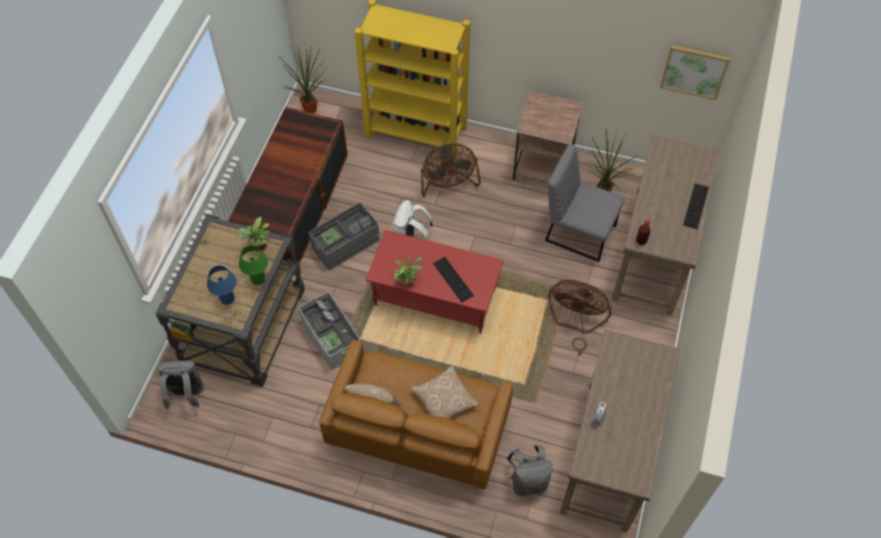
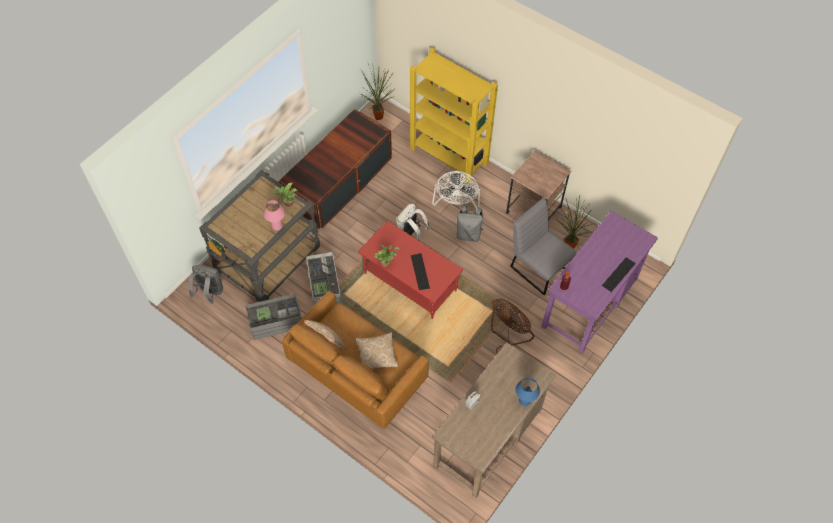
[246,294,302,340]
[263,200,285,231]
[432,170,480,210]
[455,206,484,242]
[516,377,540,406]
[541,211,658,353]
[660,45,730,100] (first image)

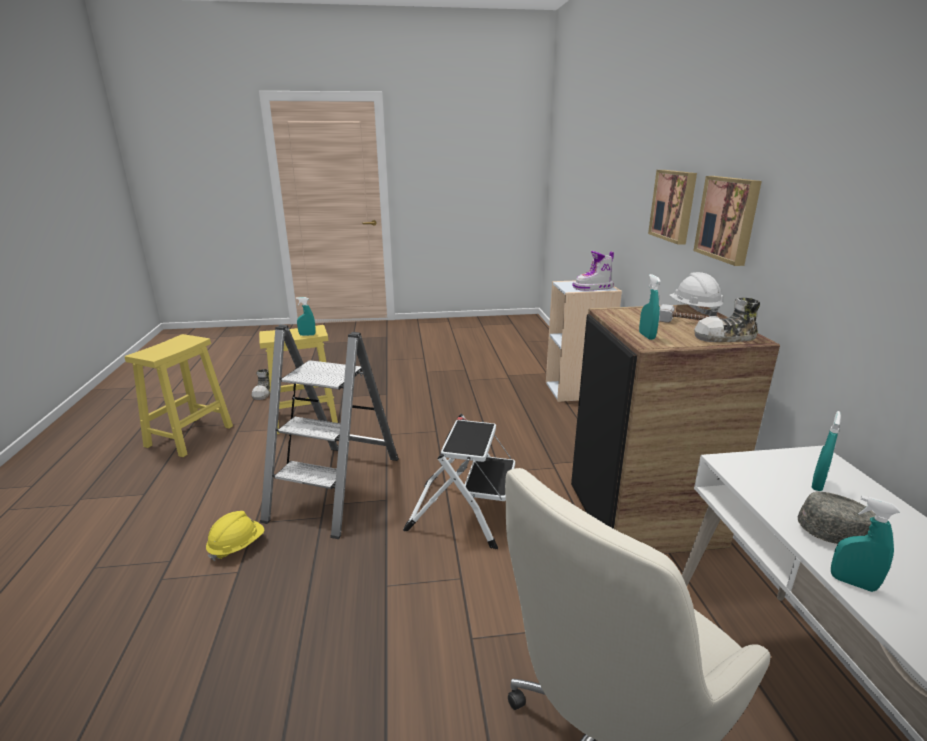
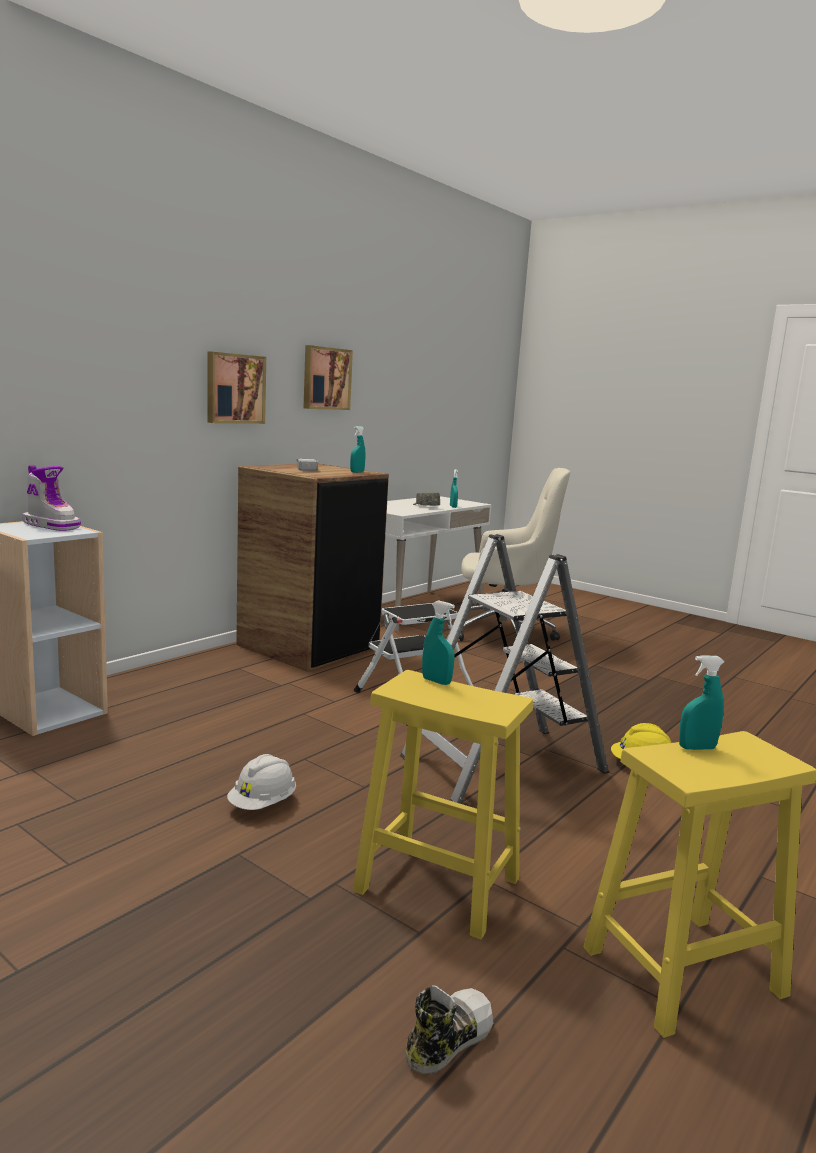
[227,754,296,810]
[304,345,353,410]
[679,655,725,750]
[694,298,760,342] (first image)

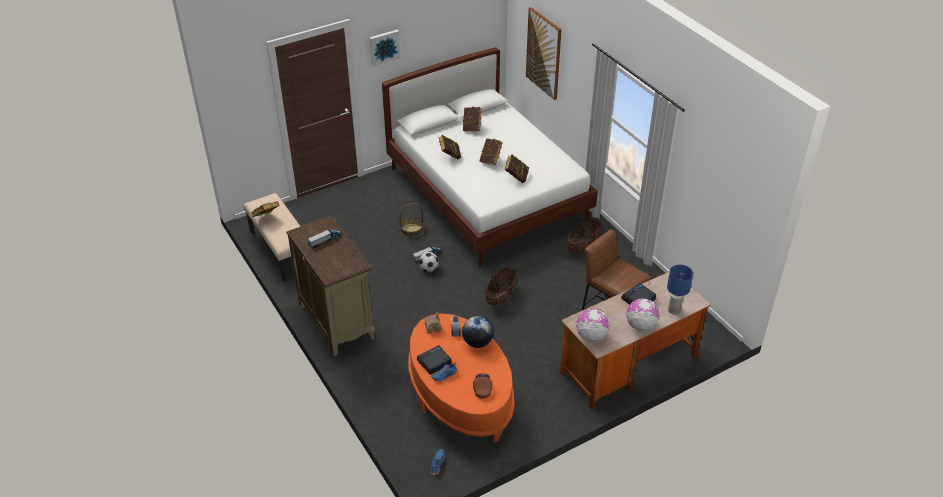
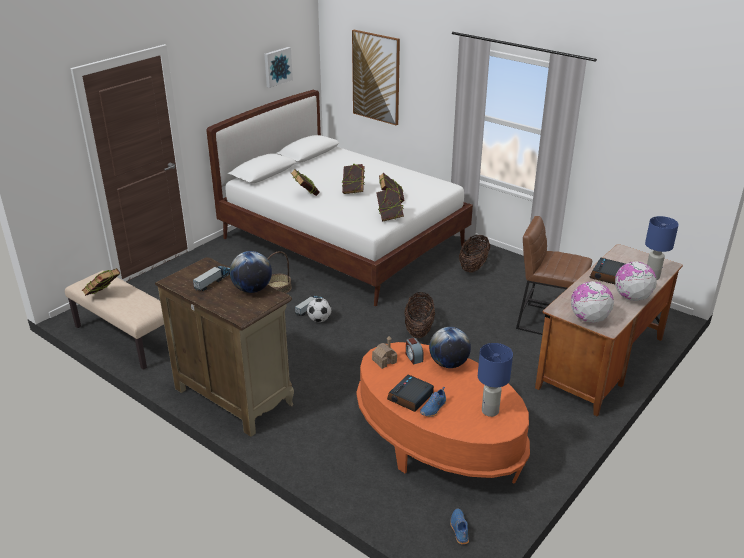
[230,251,272,293]
[264,47,293,88]
[376,187,404,221]
[478,343,513,417]

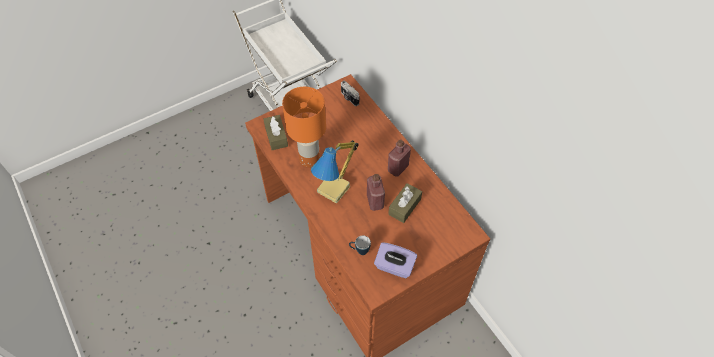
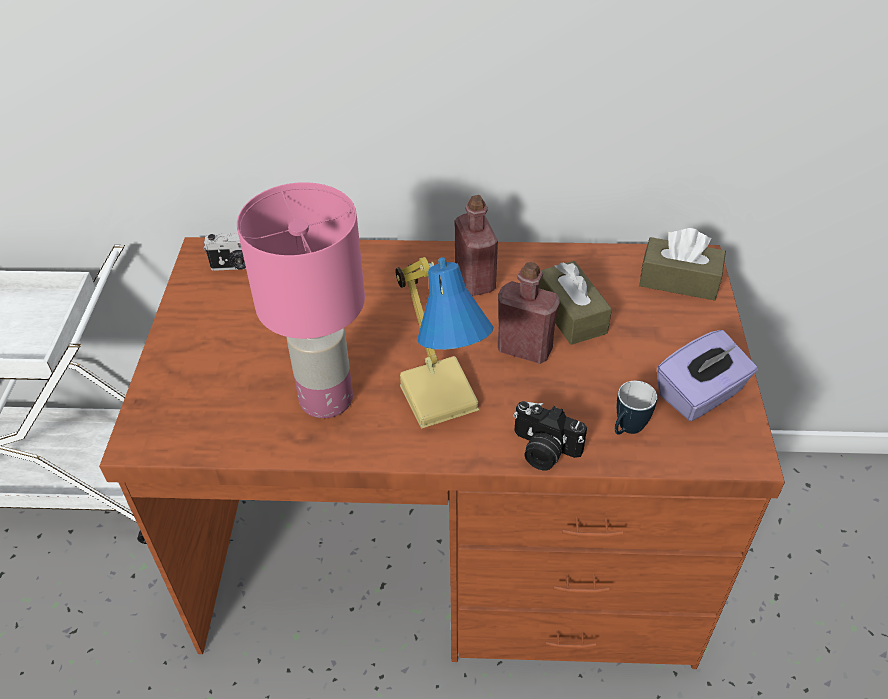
[237,182,365,418]
[513,401,587,470]
[639,228,726,301]

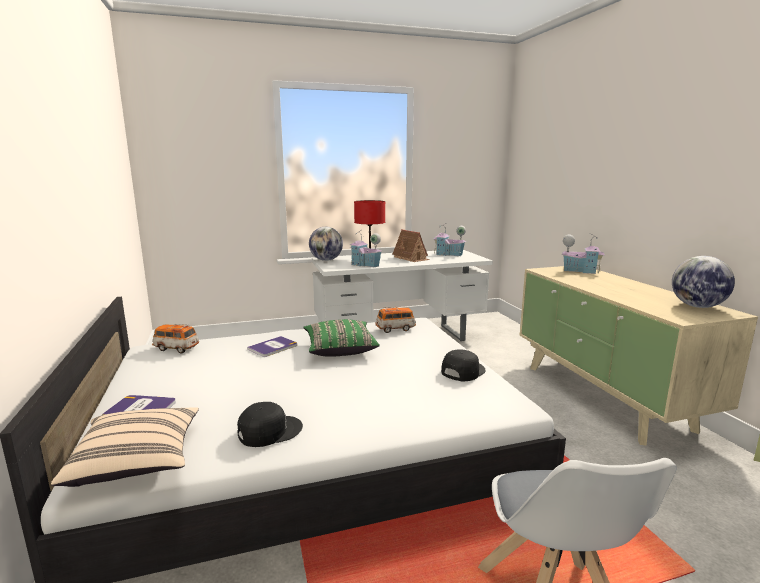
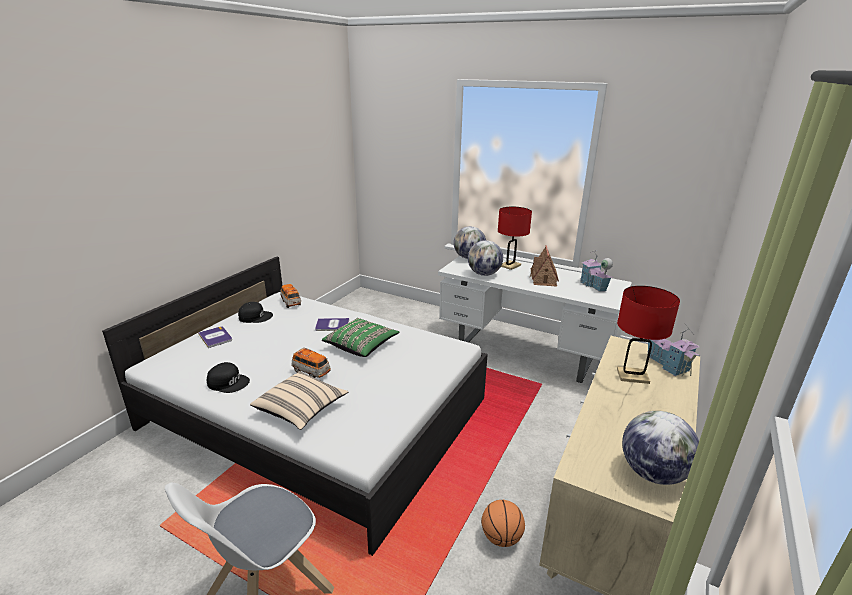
[238,302,273,323]
[250,371,348,430]
[291,348,331,378]
[468,240,503,276]
[481,500,525,547]
[617,286,680,384]

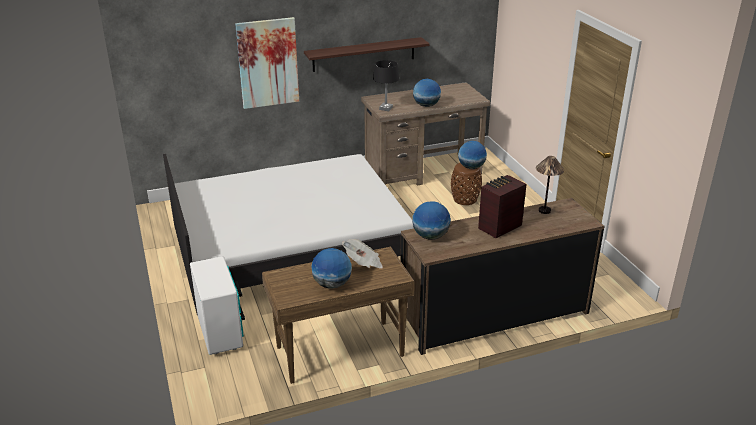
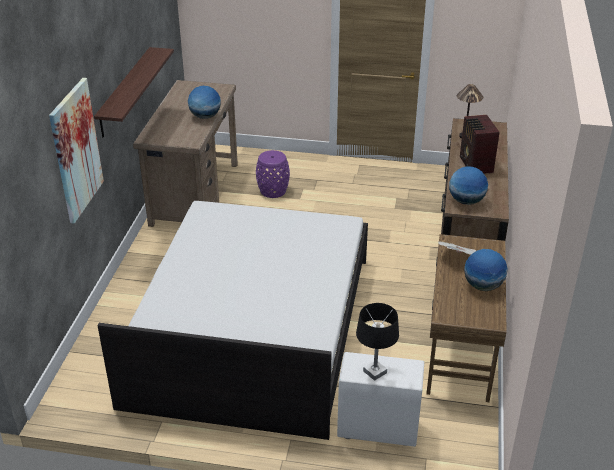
[256,150,290,198]
[356,303,399,381]
[458,141,487,169] (first image)

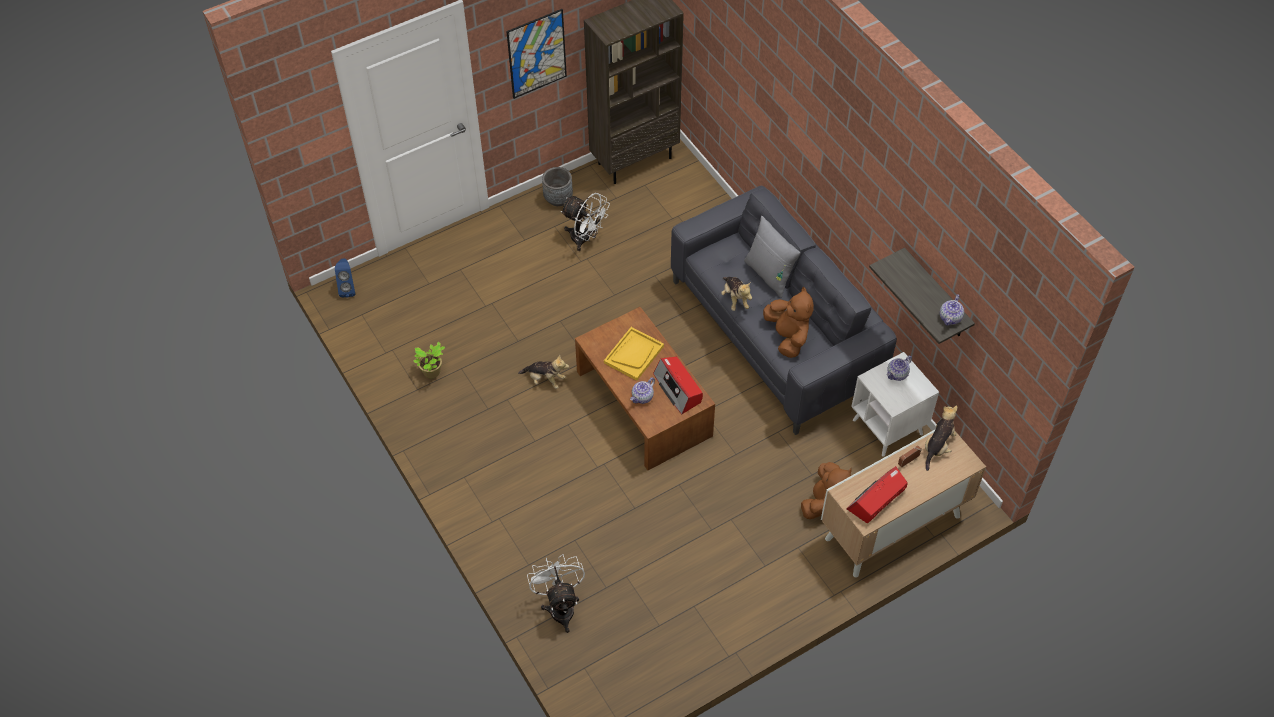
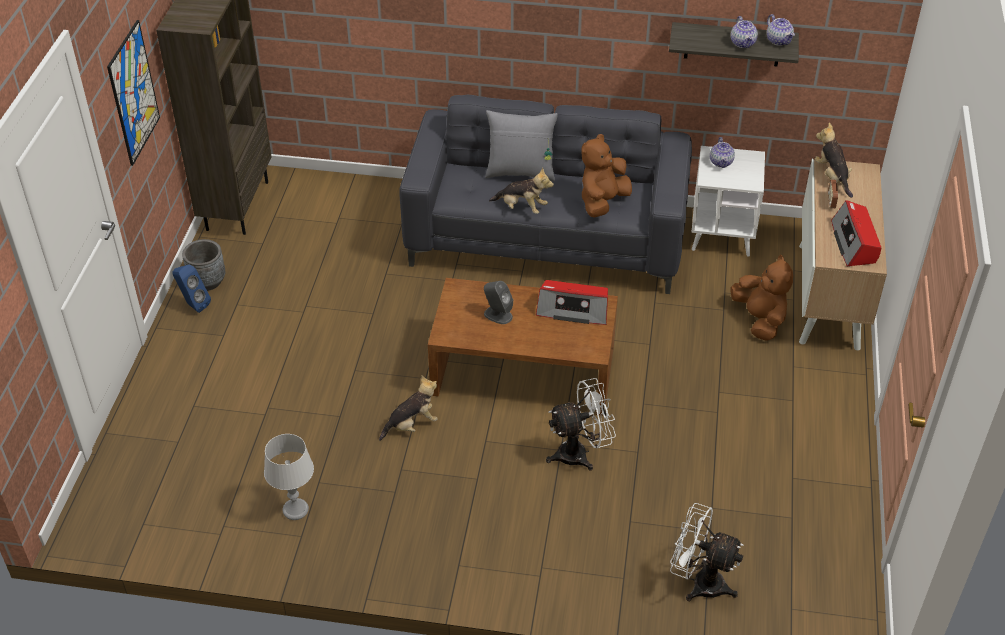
[172,265,211,313]
[264,434,314,520]
[484,281,513,324]
[546,378,616,471]
[581,134,632,218]
[731,16,758,48]

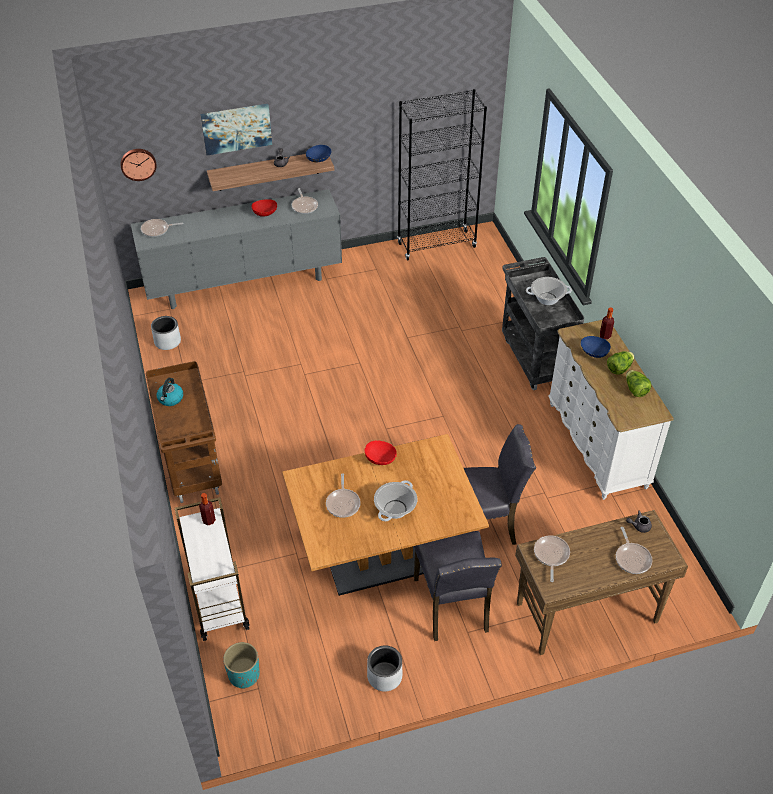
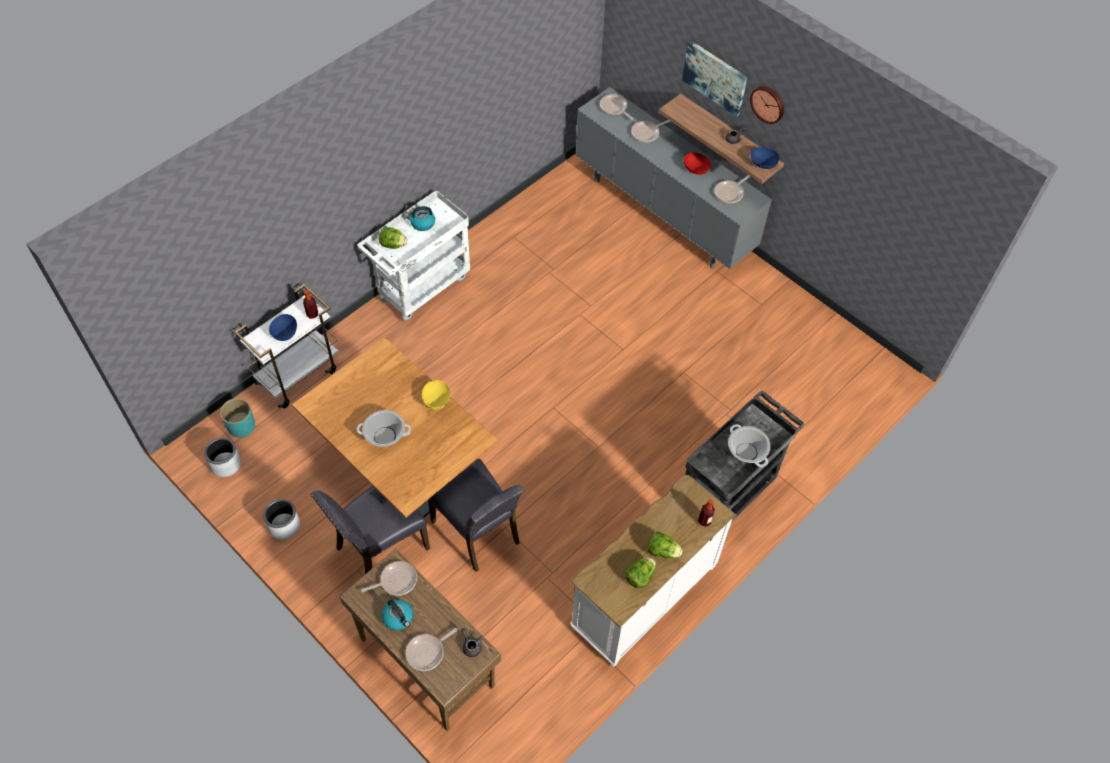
[204,437,241,477]
[269,314,297,341]
[357,191,470,321]
[379,227,407,249]
[382,599,413,630]
[422,380,451,410]
[631,120,670,142]
[750,86,784,124]
[397,89,487,260] (first image)

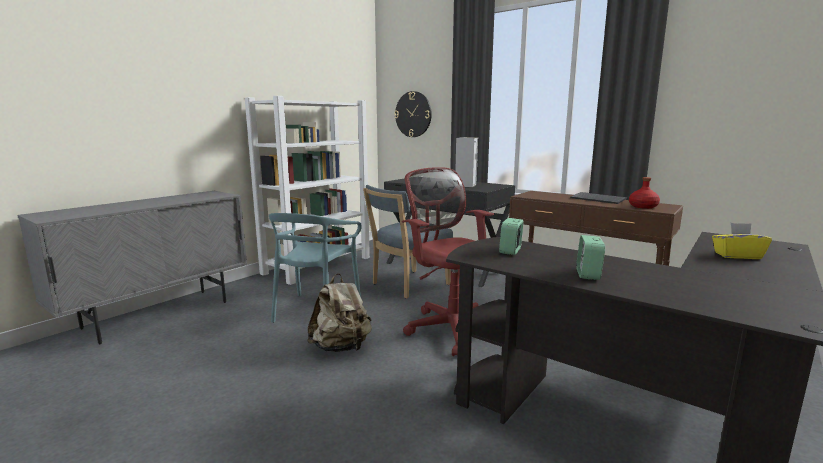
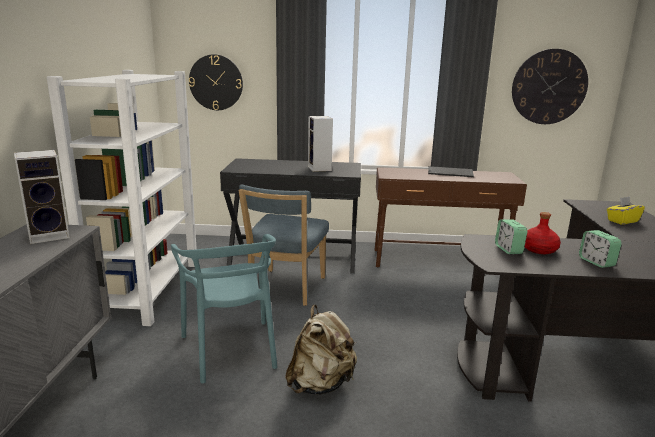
[14,150,70,244]
[512,49,588,124]
[525,212,561,254]
[402,167,494,356] (first image)

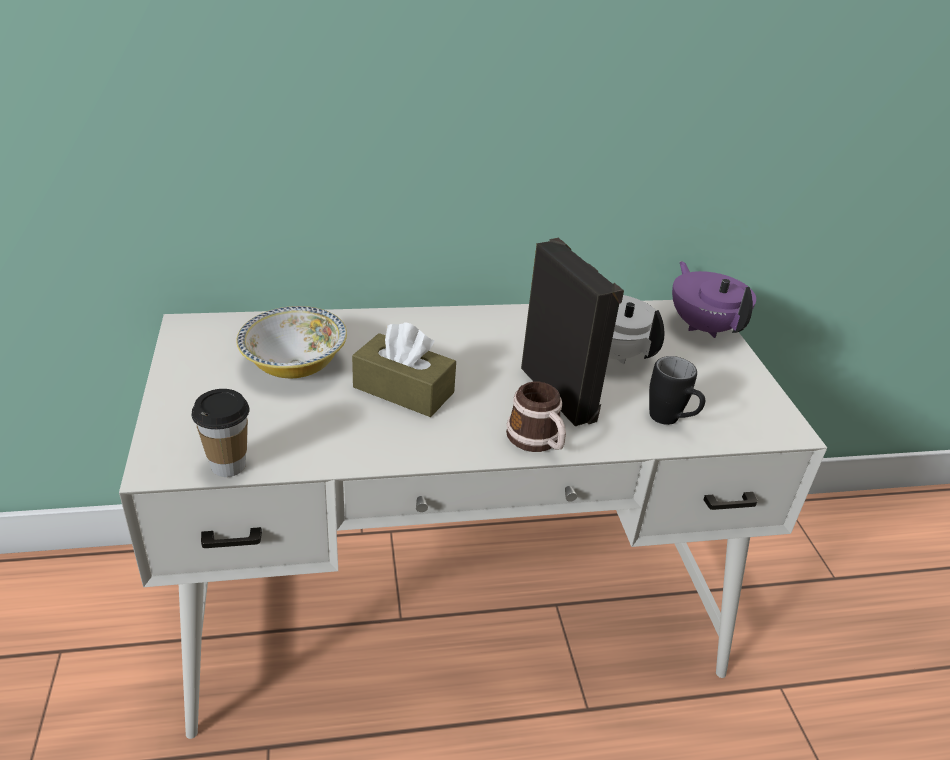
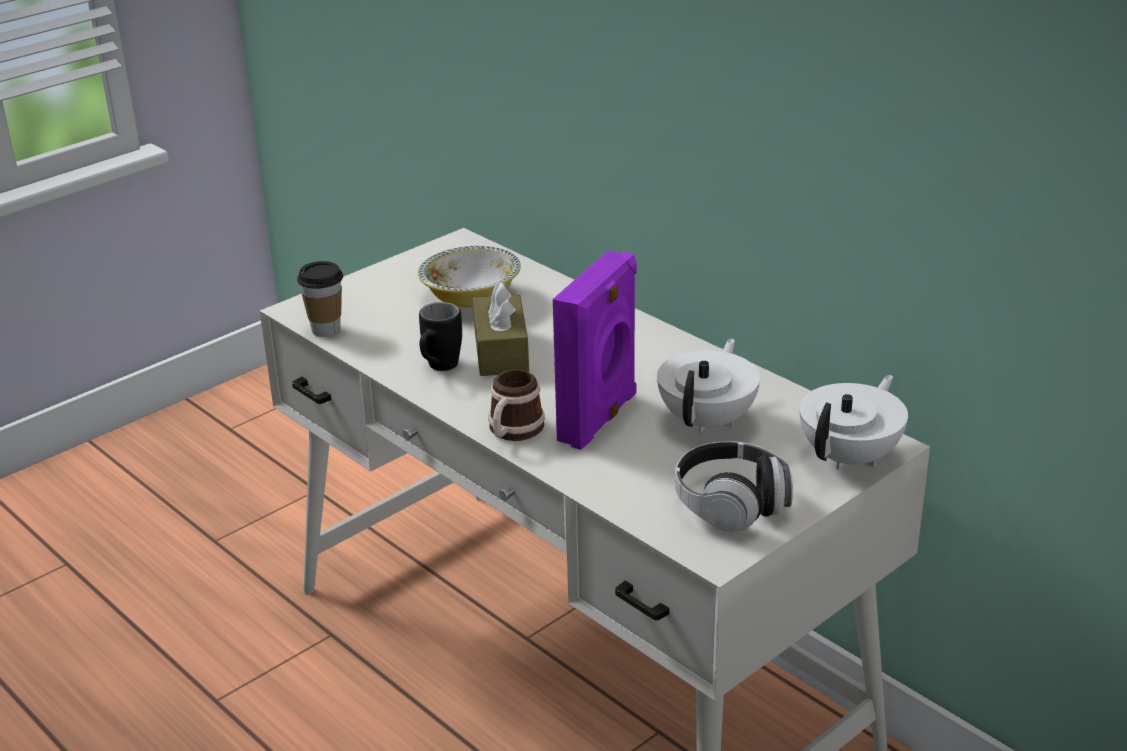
[419,302,462,371]
[553,250,637,450]
[675,441,793,532]
[799,375,908,470]

